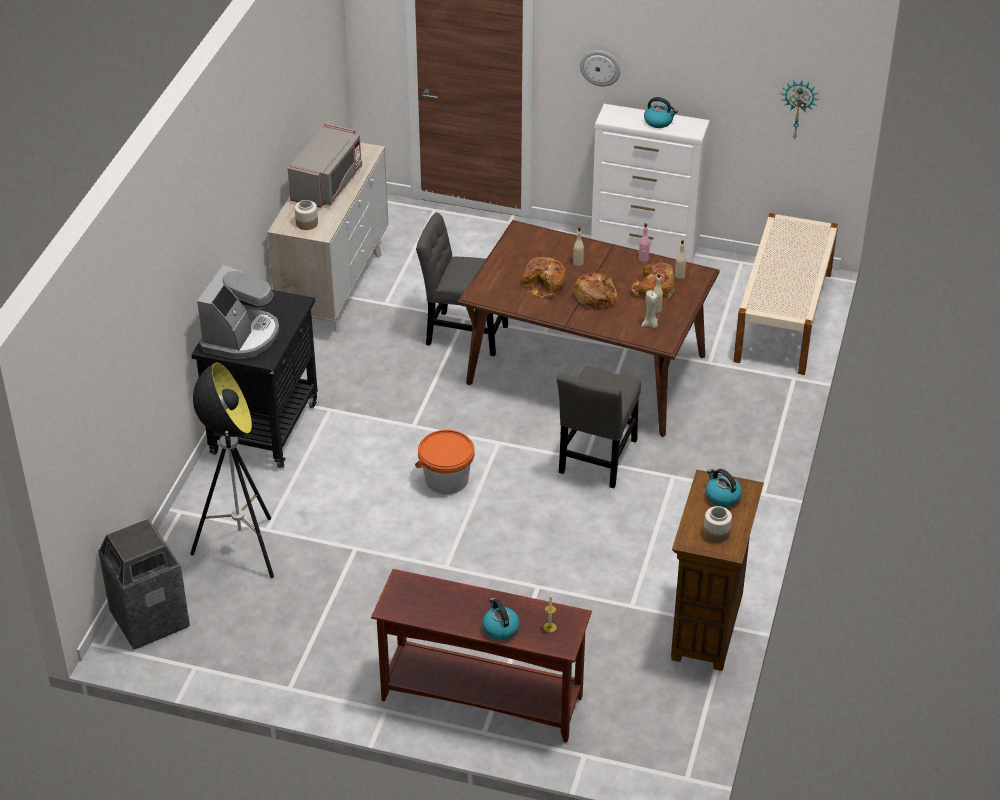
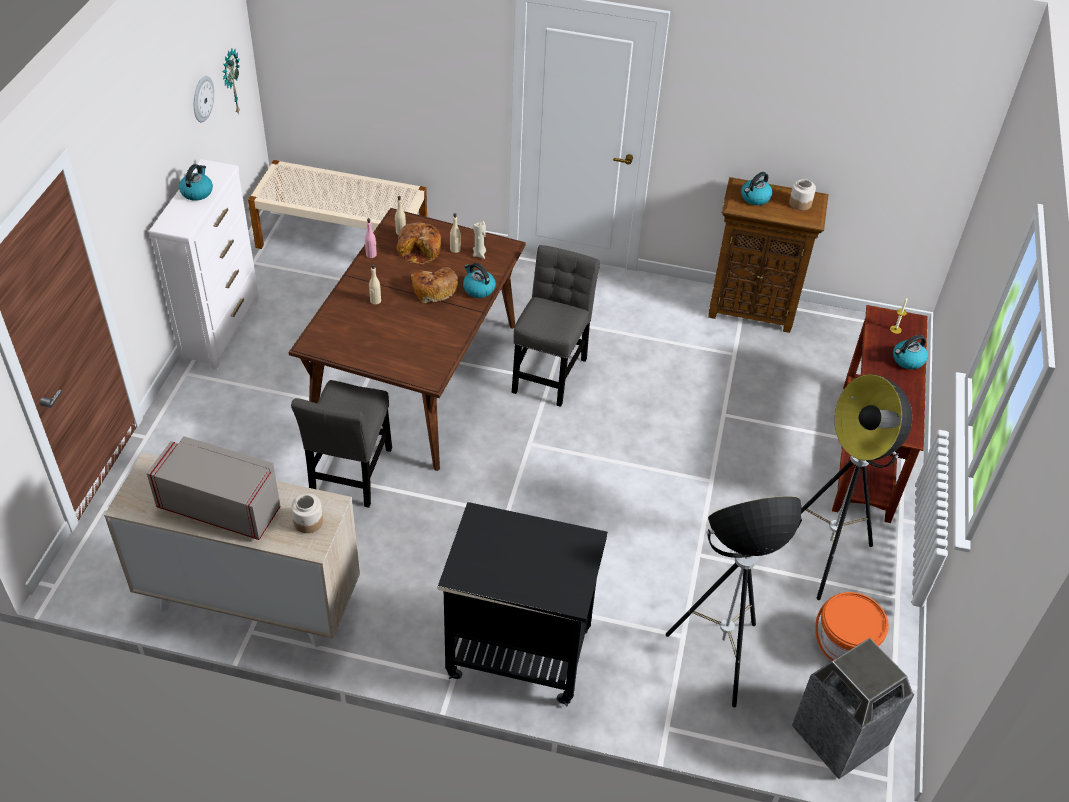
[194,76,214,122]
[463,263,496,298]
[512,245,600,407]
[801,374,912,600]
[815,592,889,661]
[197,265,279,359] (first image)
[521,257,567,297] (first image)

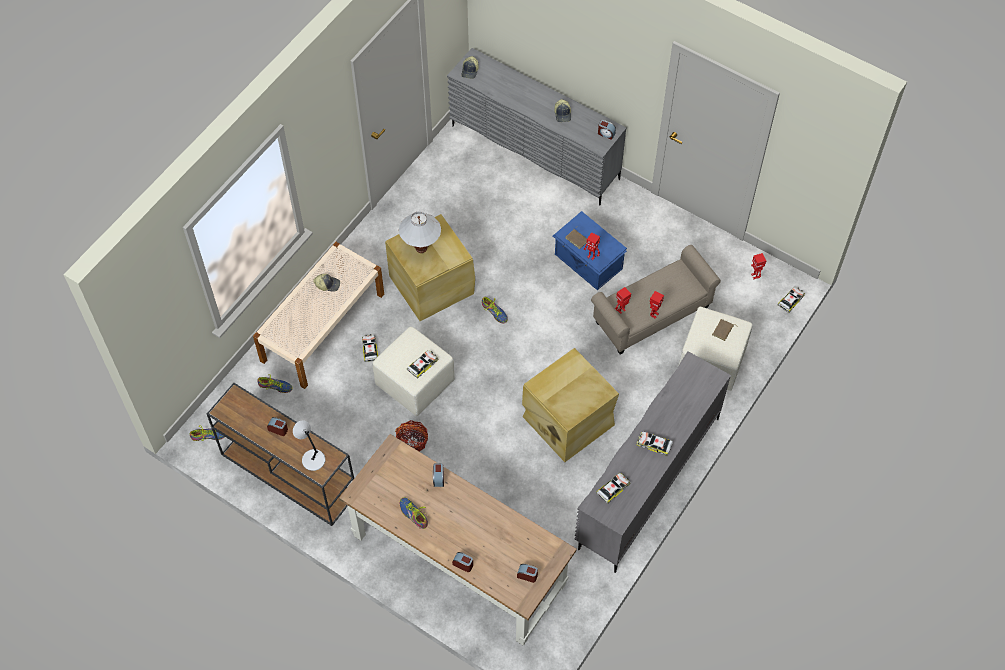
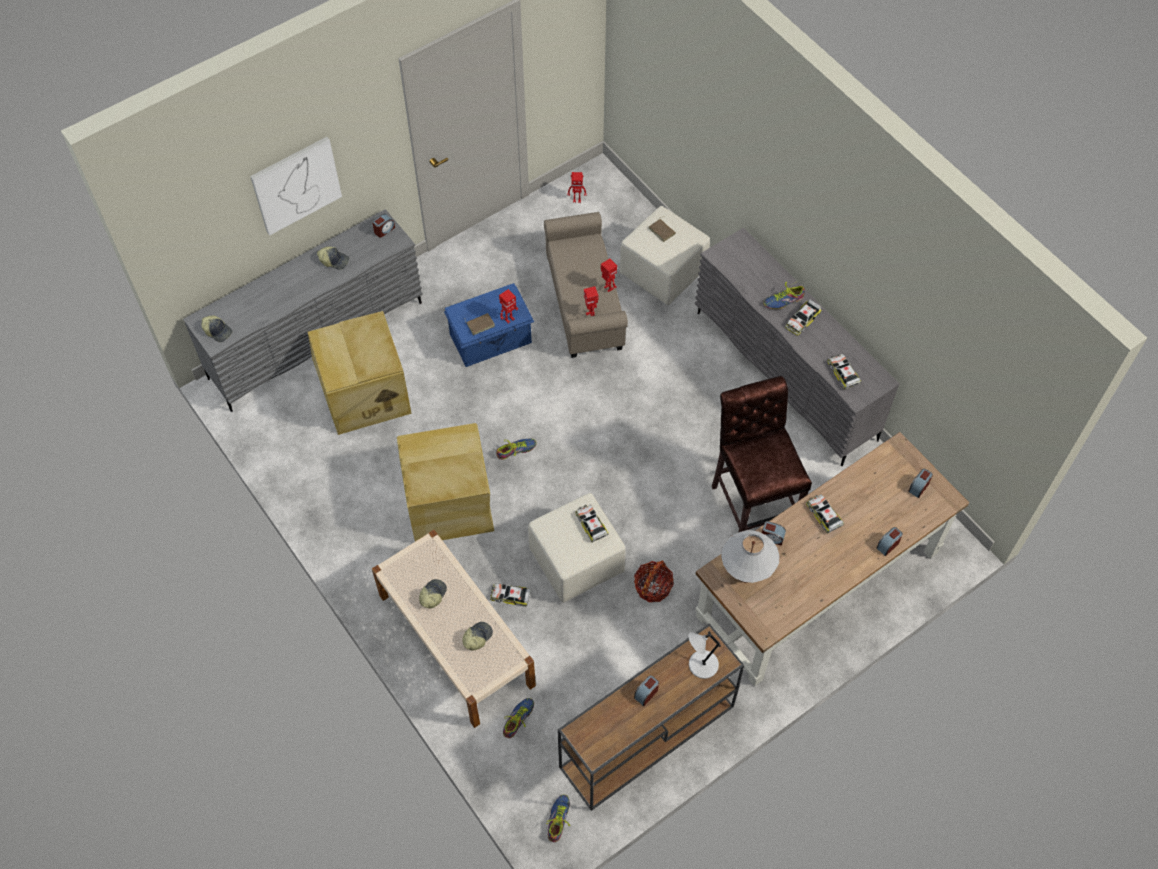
[250,137,342,236]
[308,311,412,435]
[462,622,493,651]
[712,376,812,533]
[721,530,780,583]
[763,281,805,309]
[806,494,844,534]

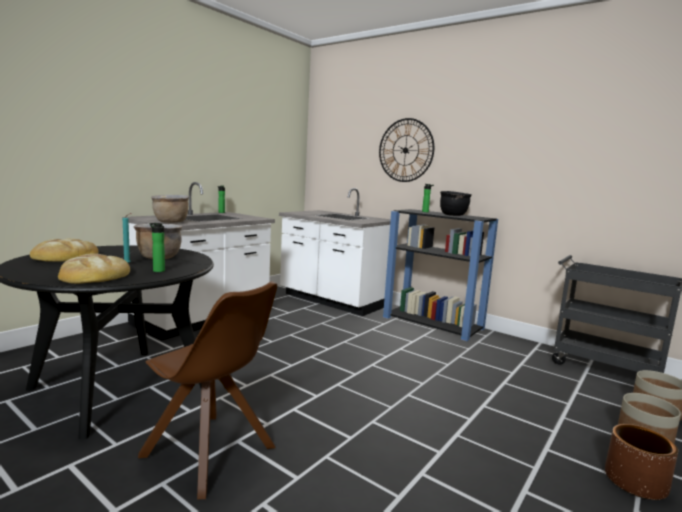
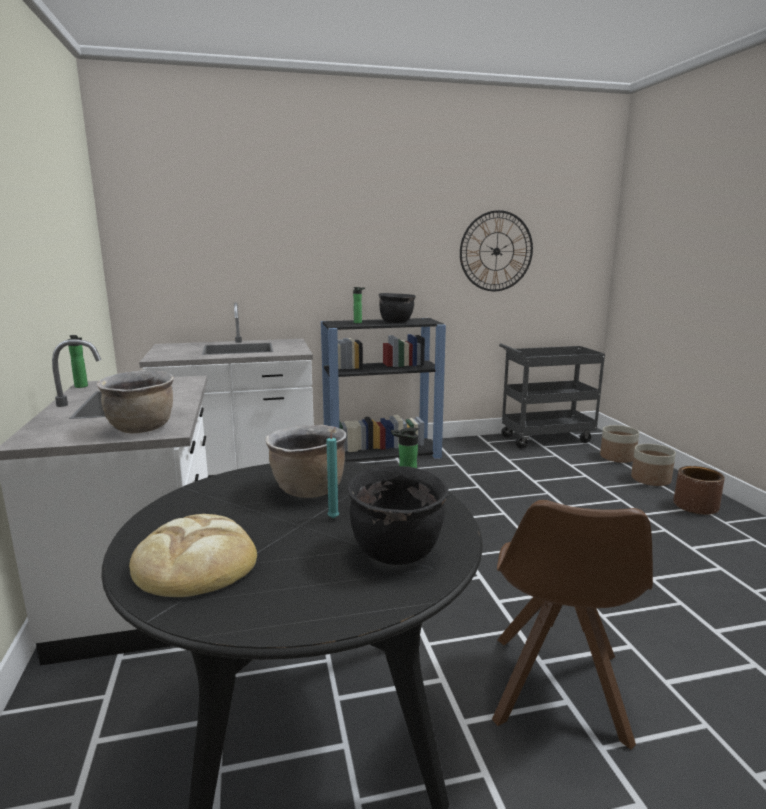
[347,465,448,565]
[460,210,533,291]
[492,500,653,750]

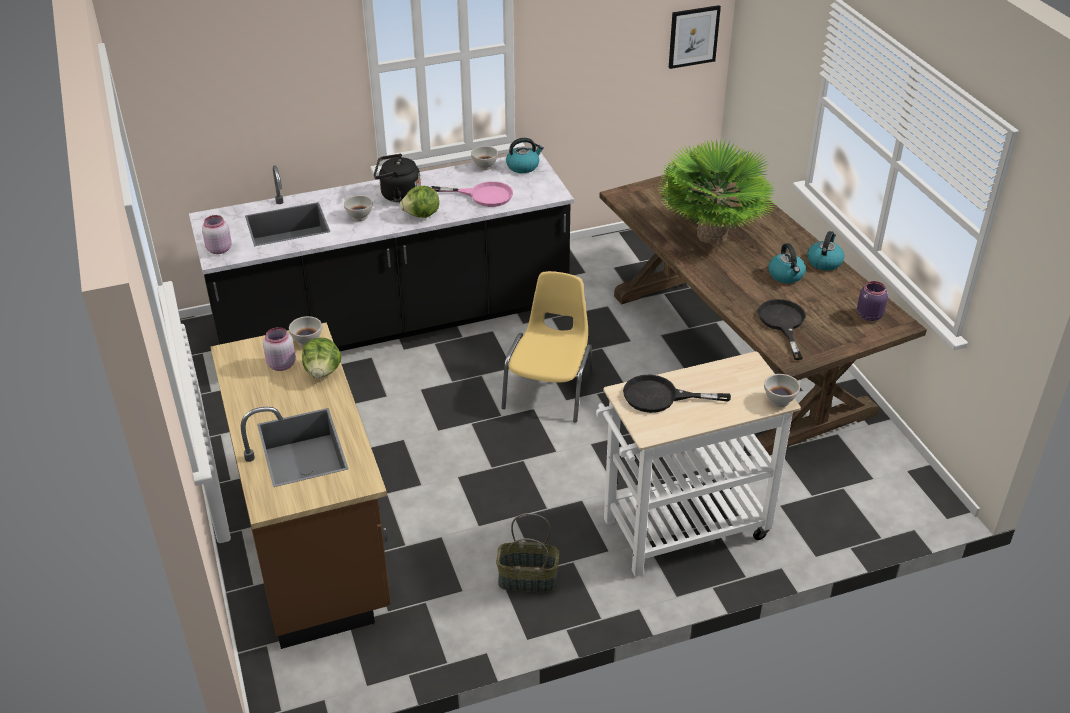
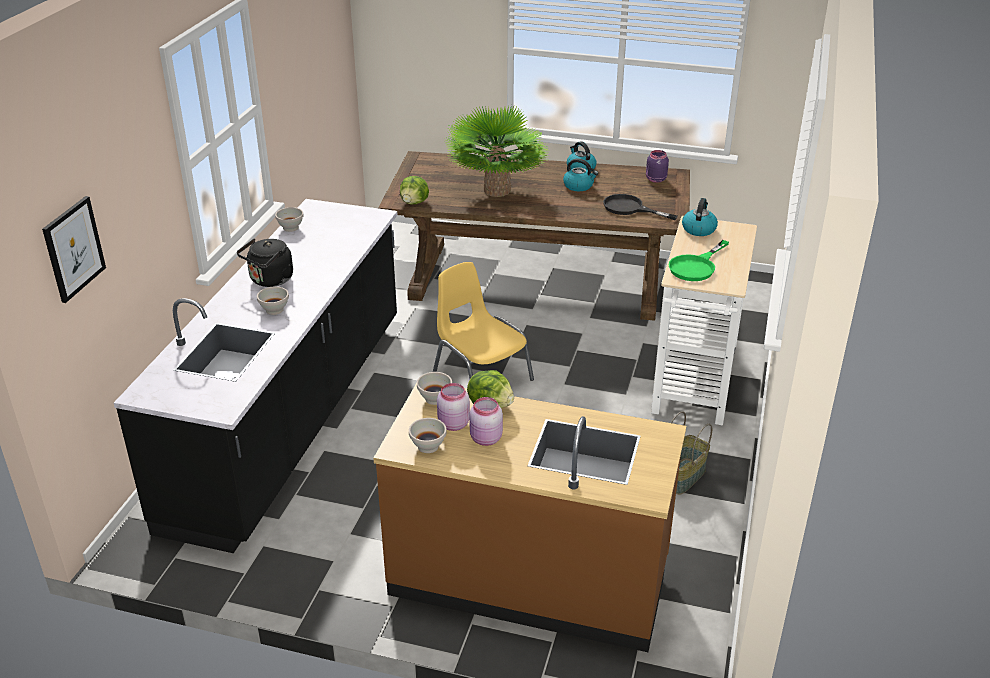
[42,196,106,303]
[400,176,429,204]
[409,418,447,453]
[469,397,503,446]
[669,240,729,281]
[682,198,718,236]
[431,181,513,207] (first image)

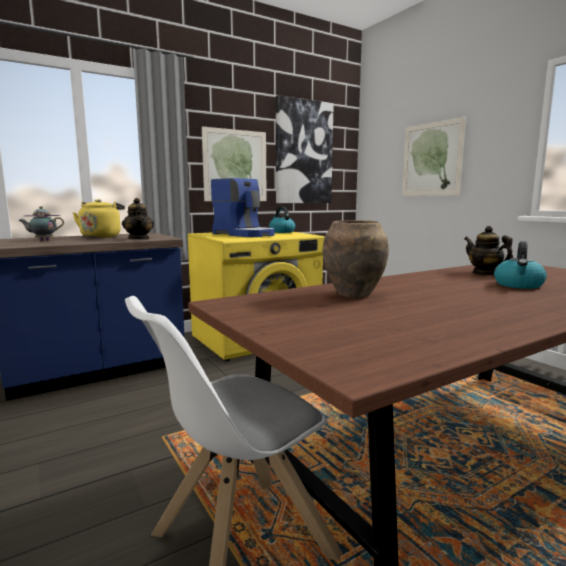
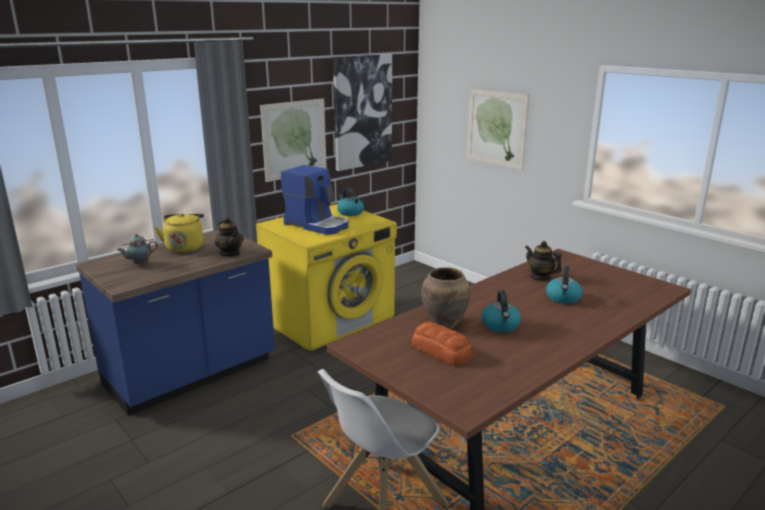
[412,321,473,366]
[482,290,521,332]

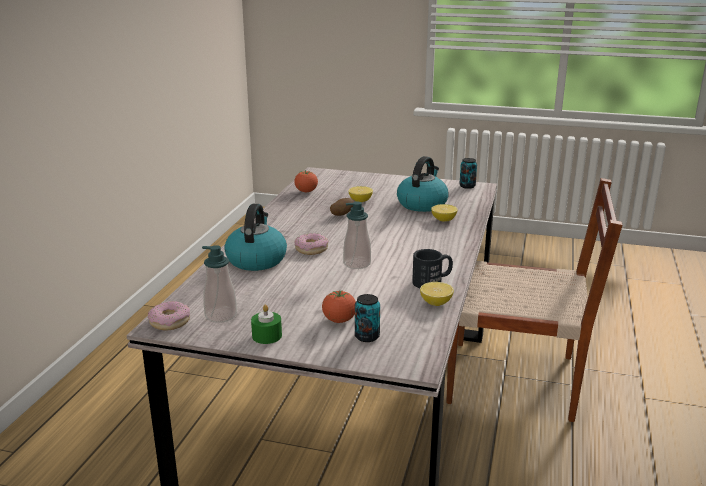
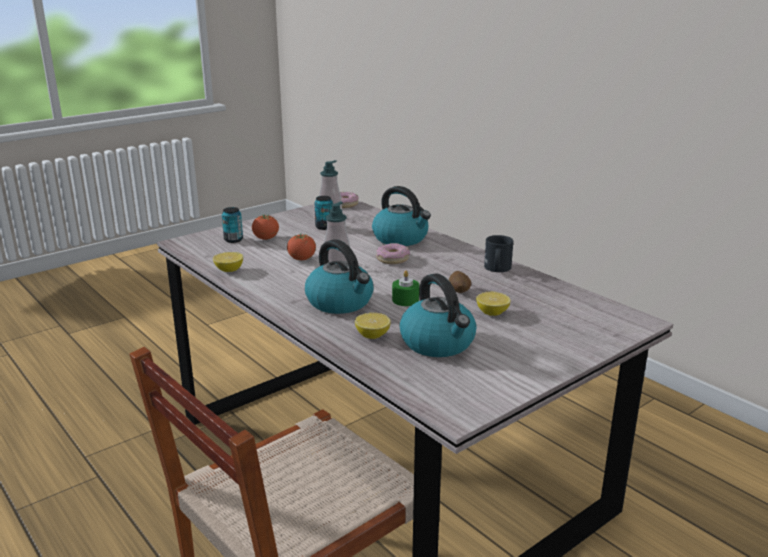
[287,234,316,261]
[305,239,373,314]
[315,196,333,230]
[392,271,419,306]
[484,235,513,272]

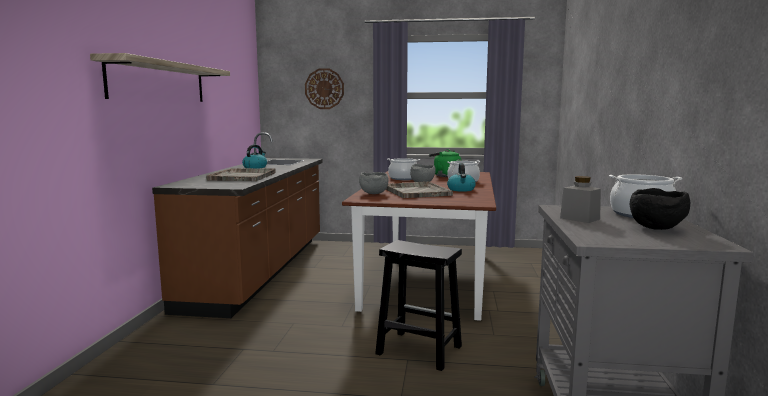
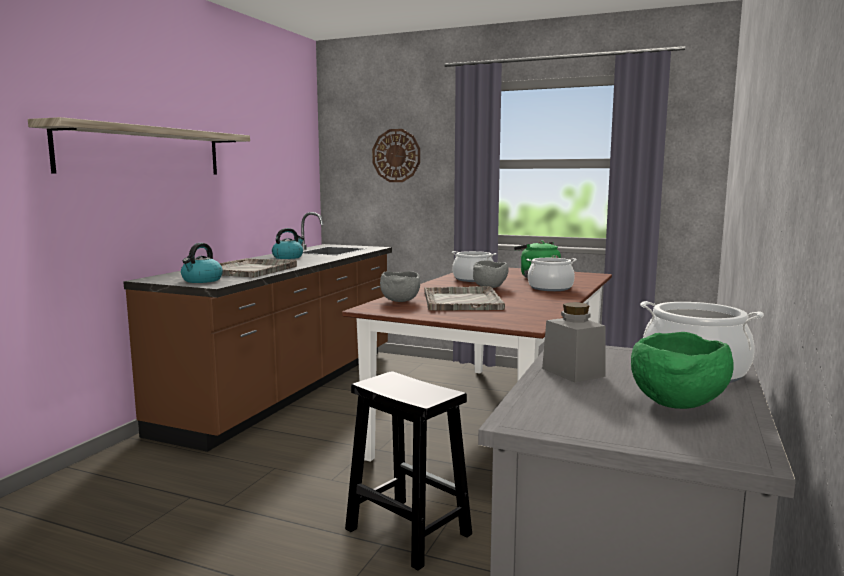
[181,243,223,283]
[631,332,734,409]

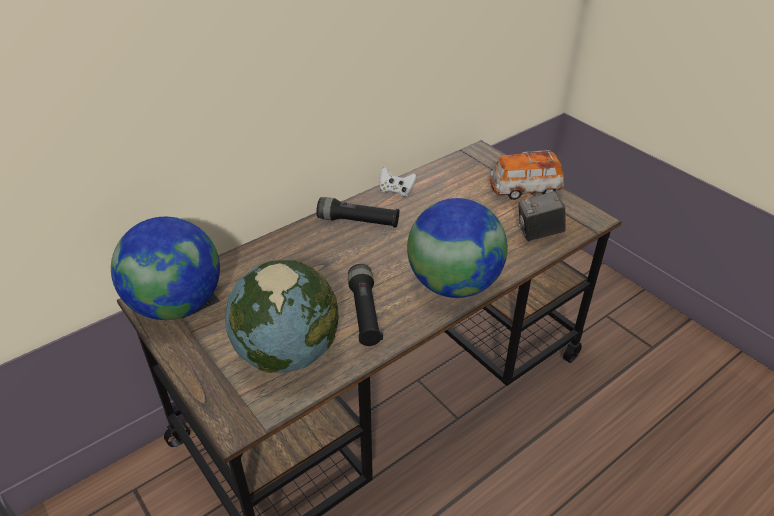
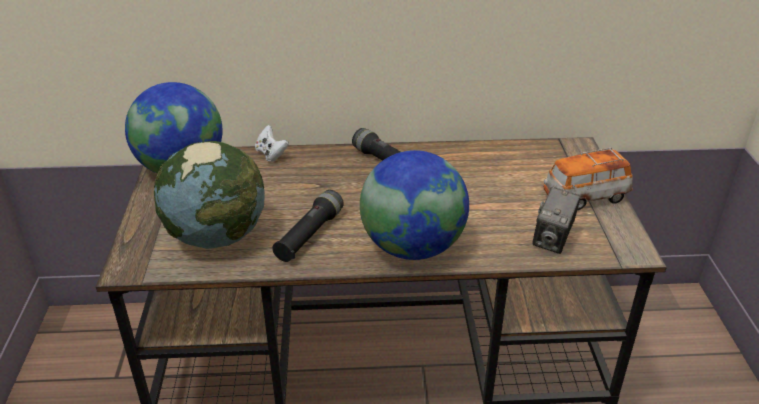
[255,125,289,162]
[532,187,581,254]
[544,148,633,210]

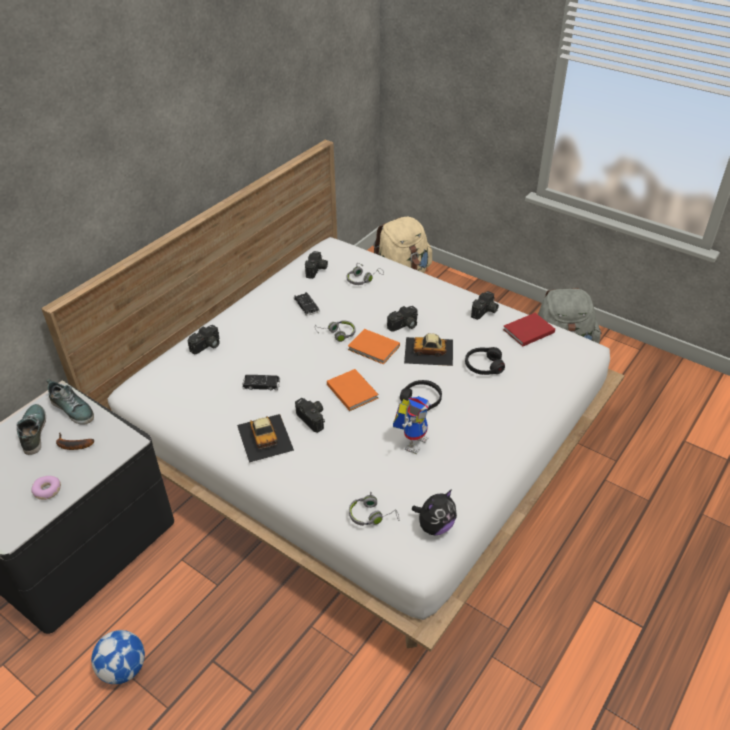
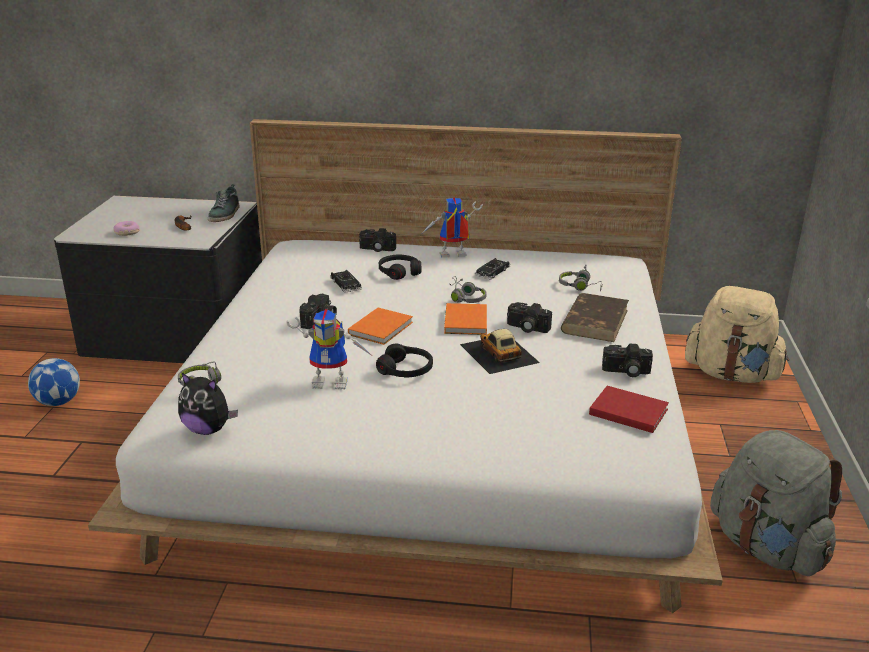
[379,255,421,280]
[421,197,483,258]
[561,293,629,342]
[16,404,46,455] (first image)
[237,414,294,463] (first image)
[305,251,328,279] (first image)

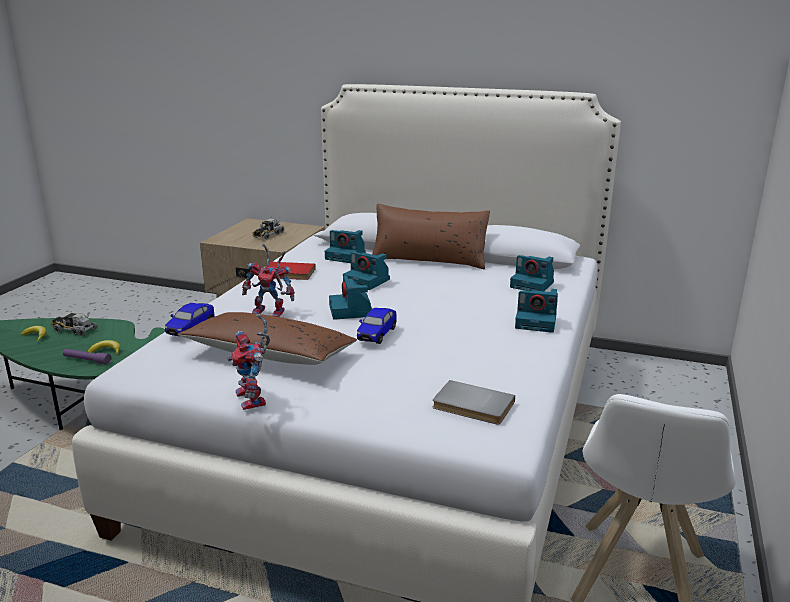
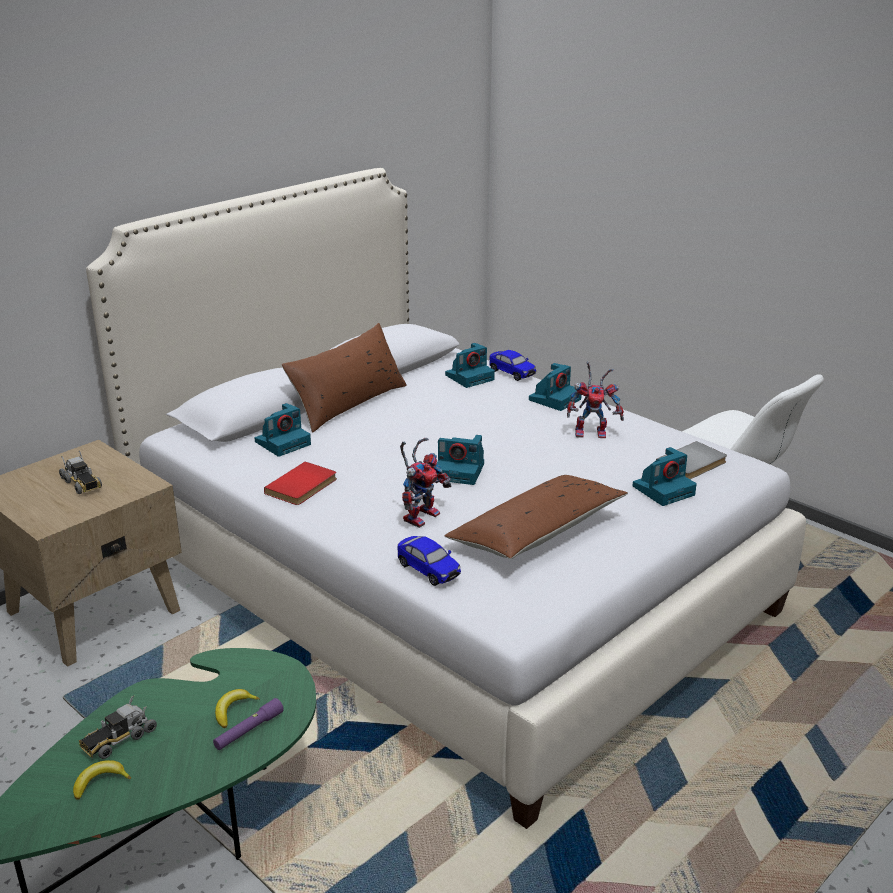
[489,350,536,381]
[567,362,624,438]
[632,447,697,506]

